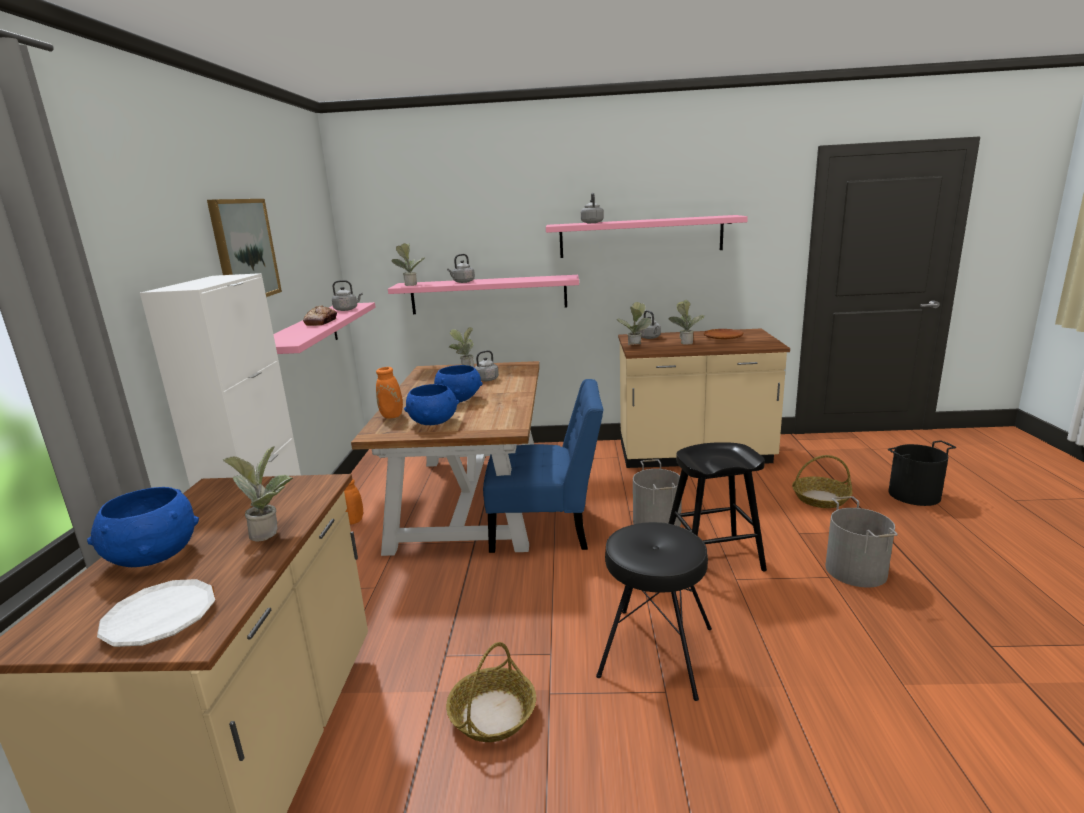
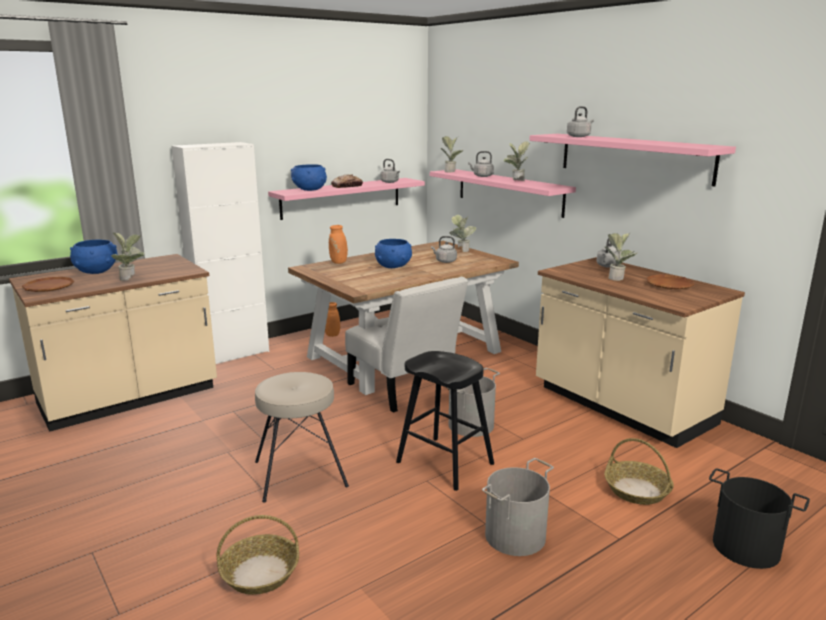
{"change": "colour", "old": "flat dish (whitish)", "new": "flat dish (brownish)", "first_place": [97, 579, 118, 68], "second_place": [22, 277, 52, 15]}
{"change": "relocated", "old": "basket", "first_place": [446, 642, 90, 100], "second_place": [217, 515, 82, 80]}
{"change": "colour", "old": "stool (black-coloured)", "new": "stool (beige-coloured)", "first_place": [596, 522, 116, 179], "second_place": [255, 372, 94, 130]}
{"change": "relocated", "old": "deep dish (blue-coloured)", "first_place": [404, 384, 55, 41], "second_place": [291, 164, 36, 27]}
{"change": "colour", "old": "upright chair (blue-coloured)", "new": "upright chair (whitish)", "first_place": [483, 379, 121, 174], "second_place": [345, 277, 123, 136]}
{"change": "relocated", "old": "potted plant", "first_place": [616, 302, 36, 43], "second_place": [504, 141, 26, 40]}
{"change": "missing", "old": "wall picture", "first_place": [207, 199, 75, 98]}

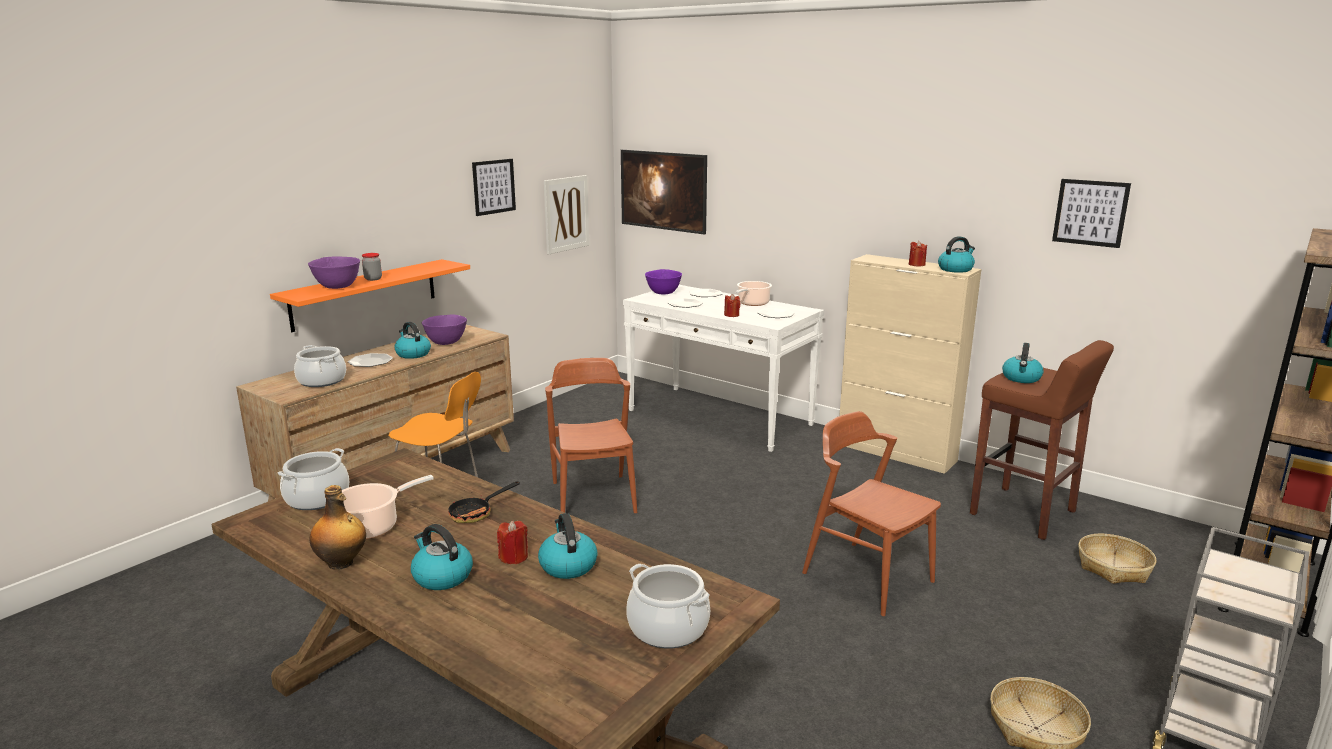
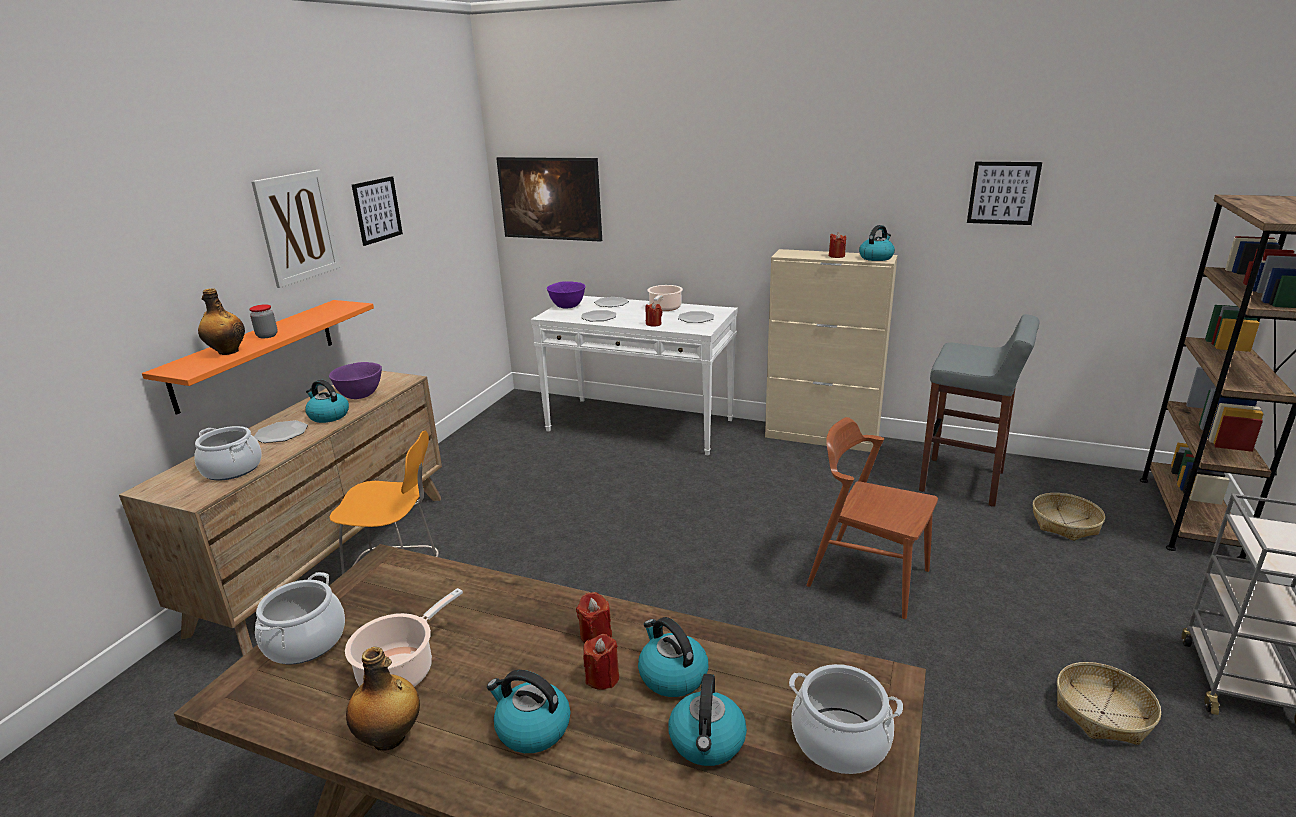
{"change": "exchanged", "old": "deep dish (purple)", "new": "bottle", "first_place": [308, 257, 52, 32], "second_place": [198, 288, 47, 67]}
{"change": "relocated", "old": "wall picture", "first_place": [544, 175, 45, 79], "second_place": [251, 170, 89, 118]}
{"change": "appeared", "new": "wax light (reddish)", "second_place": [576, 592, 36, 51]}
{"change": "relocated", "old": "tea kettle", "first_place": [1002, 343, 42, 40], "second_place": [668, 674, 79, 92]}
{"change": "colour", "old": "stool (brownish)", "new": "stool (gray)", "first_place": [970, 340, 144, 200], "second_place": [919, 314, 121, 193]}
{"change": "missing", "old": "frying pan", "first_place": [448, 481, 72, 42]}
{"change": "missing", "old": "upright chair (brownish)", "first_place": [545, 358, 92, 155]}

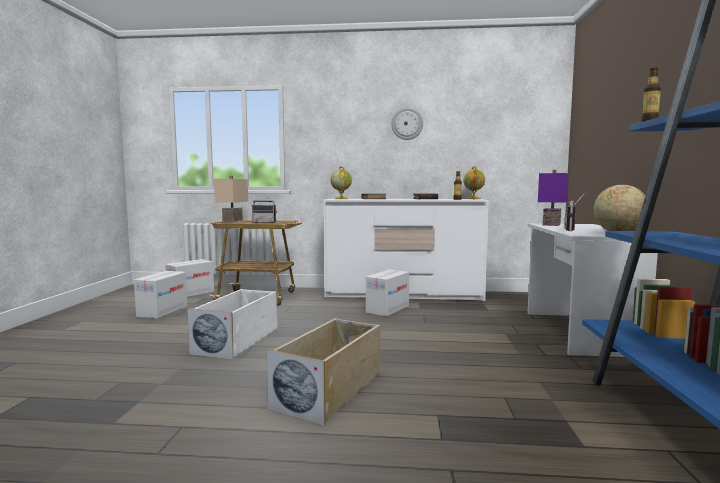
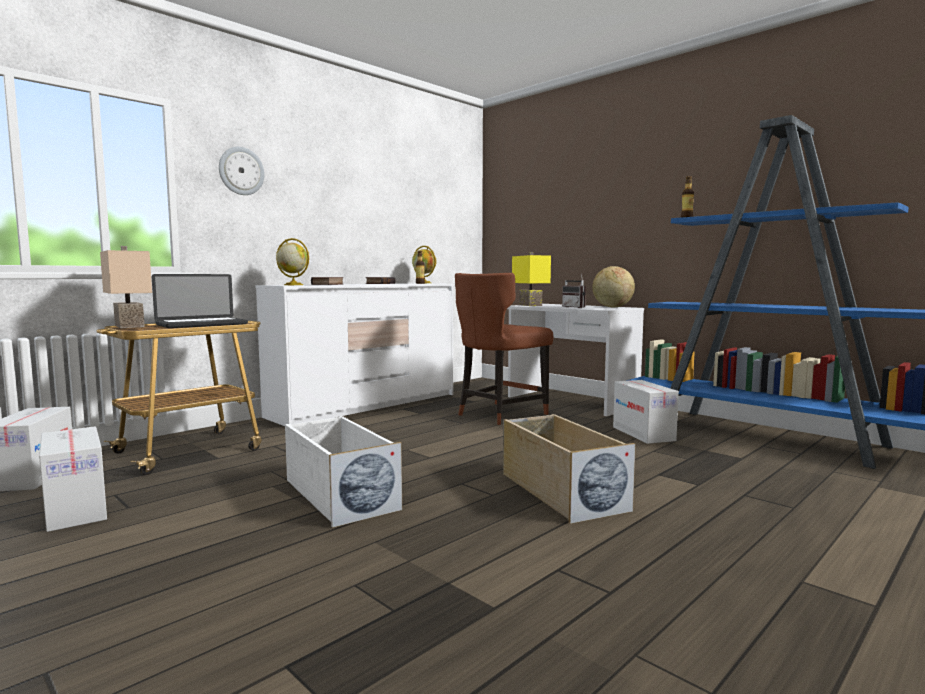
{"change": "exchanged", "old": "radio set", "new": "laptop", "first_place": [252, 195, 25, 28], "second_place": [152, 274, 96, 54]}
{"change": "relocated", "old": "wall clock", "first_place": [391, 107, 32, 33], "second_place": [219, 147, 46, 48]}
{"change": "appeared", "new": "upright chair (brownish)", "second_place": [455, 273, 98, 152]}
{"change": "colour", "old": "table lamp (purple)", "new": "table lamp (yellowish)", "first_place": [538, 170, 31, 56], "second_place": [512, 252, 39, 54]}
{"change": "relocated", "old": "cardboard box", "first_place": [366, 269, 43, 48], "second_place": [613, 380, 66, 64]}

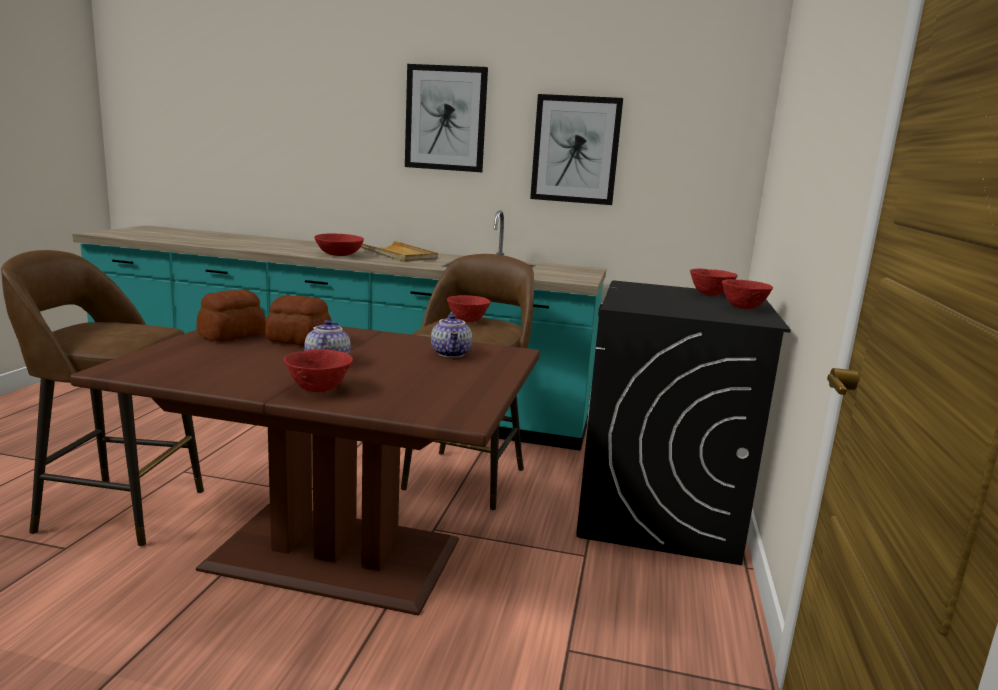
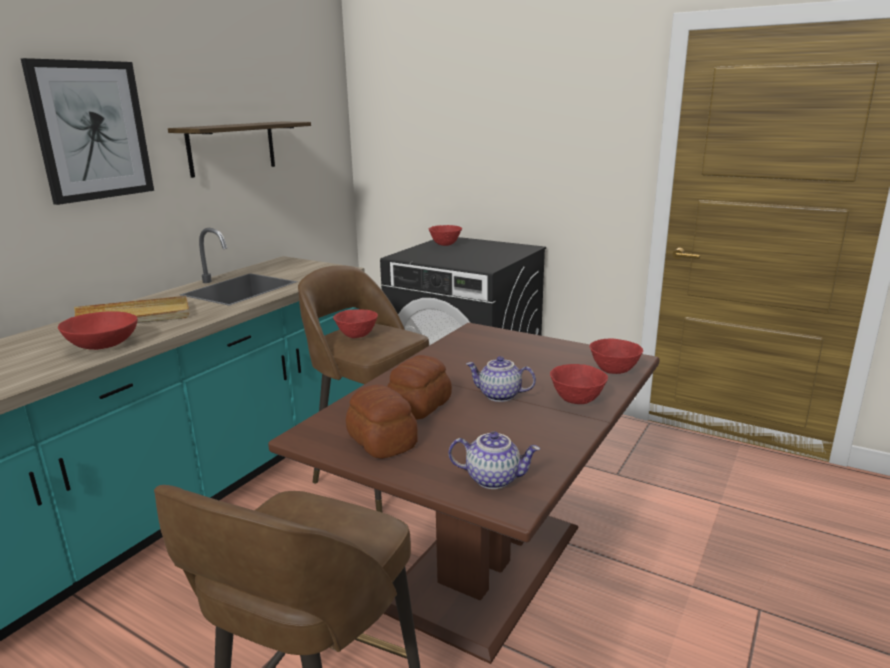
{"change": "exchanged", "old": "wall picture", "new": "wall shelf", "first_place": [530, 94, 93, 111], "second_place": [168, 122, 143, 56]}
{"change": "relocated", "old": "teapot", "first_place": [431, 314, 41, 44], "second_place": [449, 431, 91, 58]}
{"change": "relocated", "old": "deep dish (reddish)", "first_place": [722, 279, 51, 30], "second_place": [589, 338, 54, 36]}

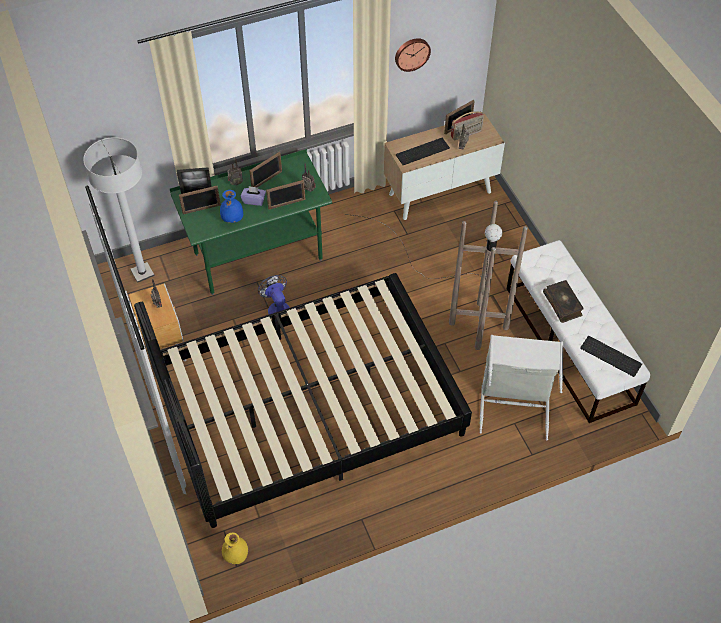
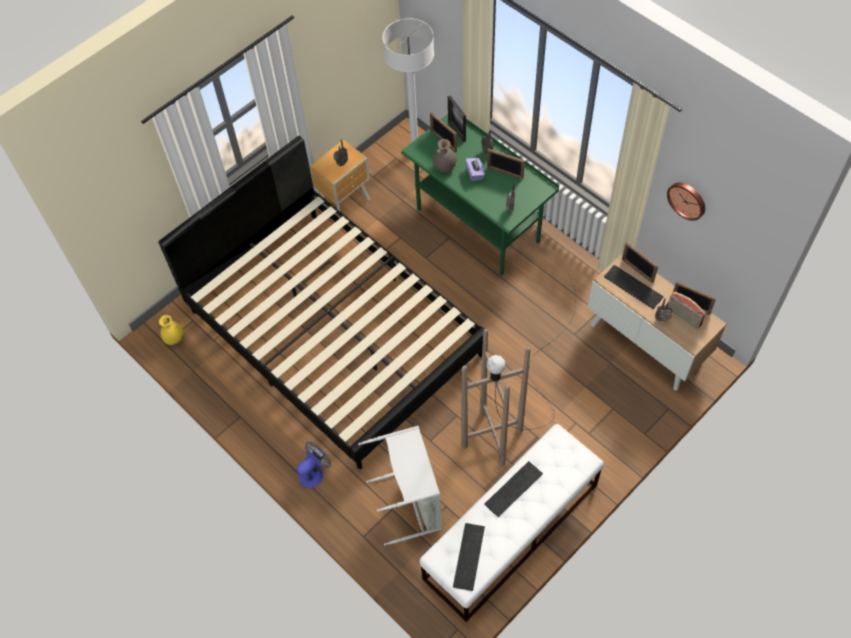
{"change": "relocated", "old": "electric fan", "first_place": [258, 275, 32, 39], "second_place": [297, 442, 34, 46]}
{"change": "colour", "old": "flower vase (blue-coloured)", "new": "flower vase (gray)", "first_place": [220, 190, 23, 33], "second_place": [433, 139, 24, 33]}
{"change": "exchanged", "old": "bound book", "new": "keyboard", "first_place": [543, 280, 41, 43], "second_place": [484, 461, 59, 56]}
{"change": "relocated", "old": "photo frame", "first_place": [266, 180, 39, 30], "second_place": [622, 242, 36, 41]}

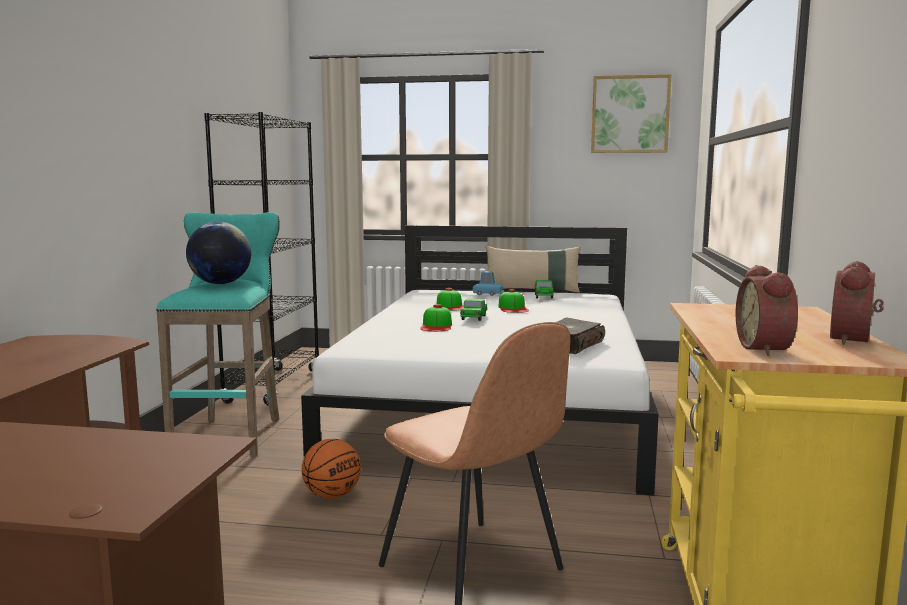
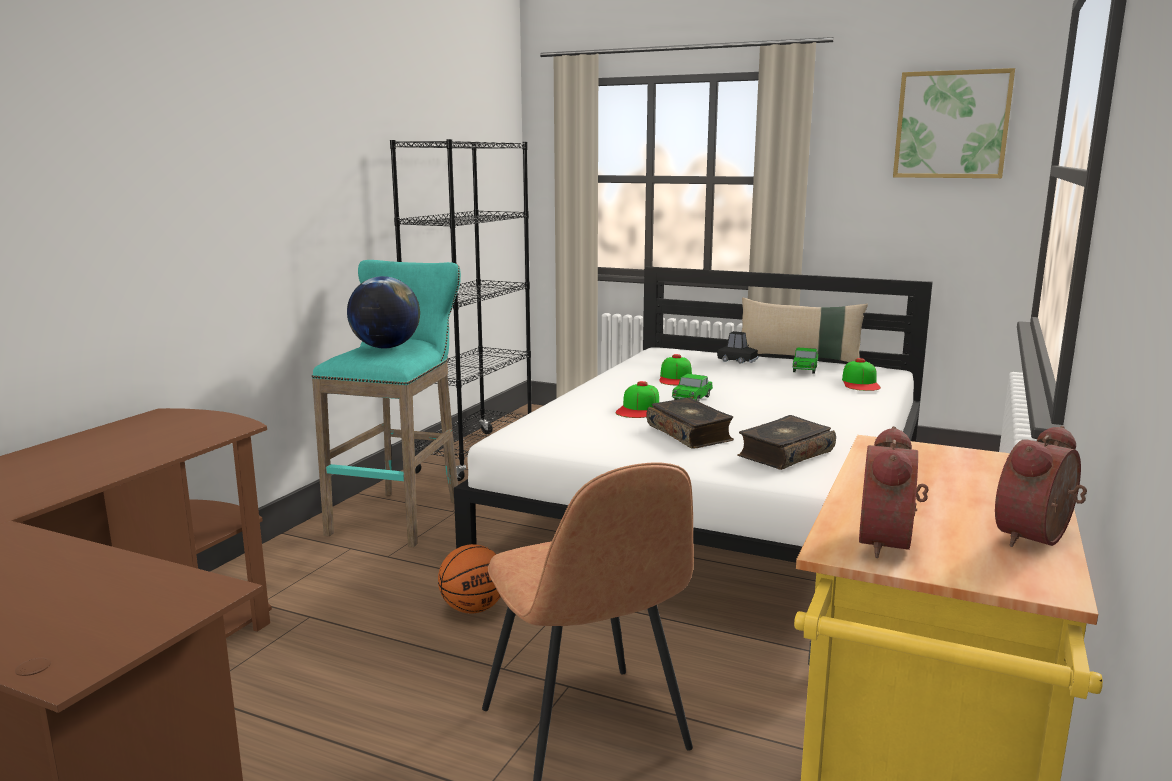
{"change": "appeared", "new": "bound book", "second_place": [646, 397, 88, 52]}
{"change": "colour", "old": "miniature car (blue-coloured)", "new": "miniature car (black-coloured)", "first_place": [473, 271, 31, 25], "second_place": [717, 331, 41, 33]}
{"change": "relocated", "old": "cap", "first_place": [498, 289, 31, 24], "second_place": [842, 358, 39, 33]}

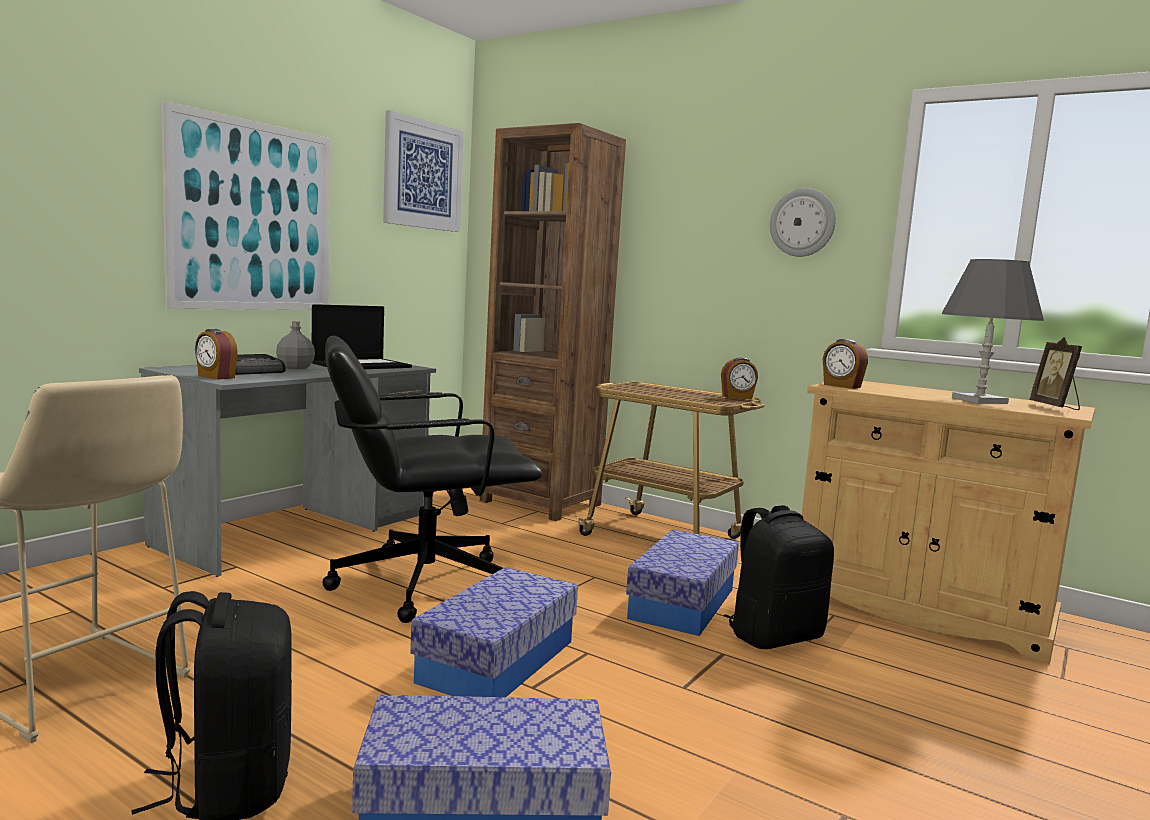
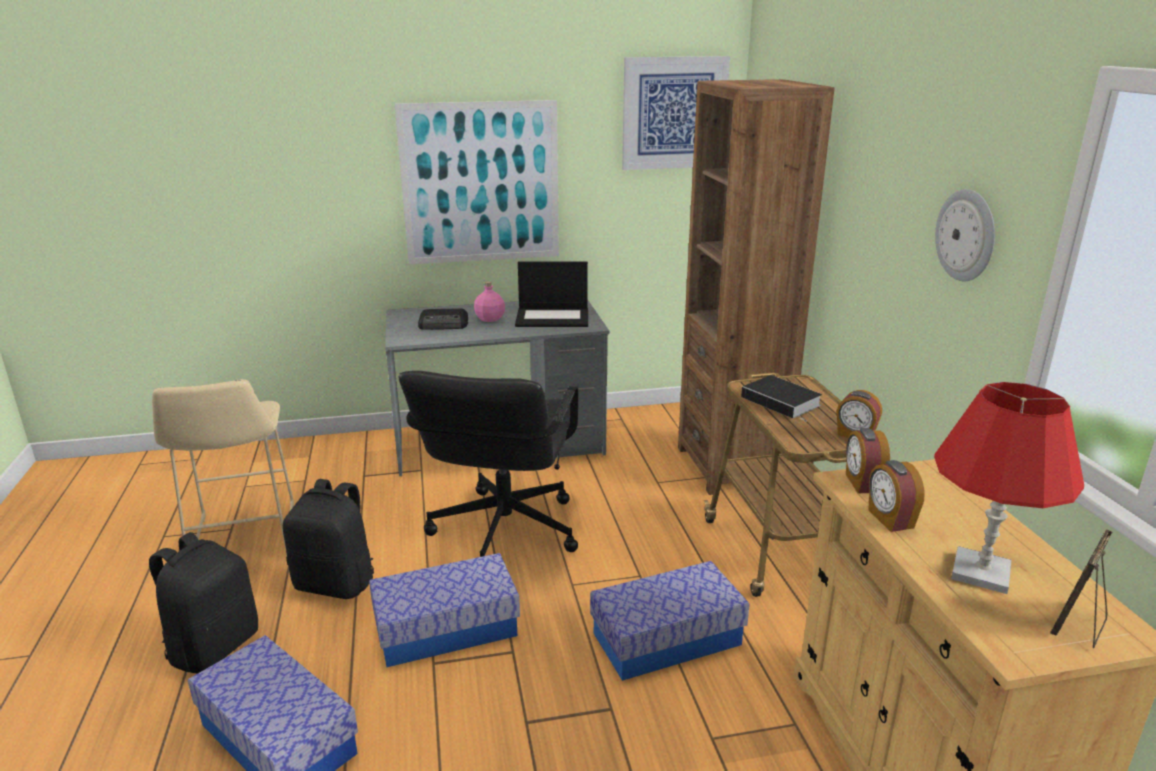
{"change": "relocated", "old": "knapsack (black-coloured)", "first_place": [723, 505, 111, 144], "second_place": [283, 479, 91, 120]}
{"change": "spun", "old": "office chair (black-coloured)", "first_place": [323, 336, 219, 287], "second_place": [399, 371, 179, 186], "degrees": -105}
{"change": "colour", "old": "bottle (gray)", "new": "bottle (pink)", "first_place": [276, 321, 39, 48], "second_place": [474, 281, 31, 41]}
{"change": "appeared", "new": "bound book", "second_place": [741, 375, 81, 47]}
{"change": "relocated", "old": "alarm clock", "first_place": [195, 329, 43, 51], "second_place": [868, 460, 57, 72]}
{"change": "colour", "old": "table lamp (gray)", "new": "table lamp (reddish)", "first_place": [942, 259, 101, 145], "second_place": [934, 382, 150, 212]}

